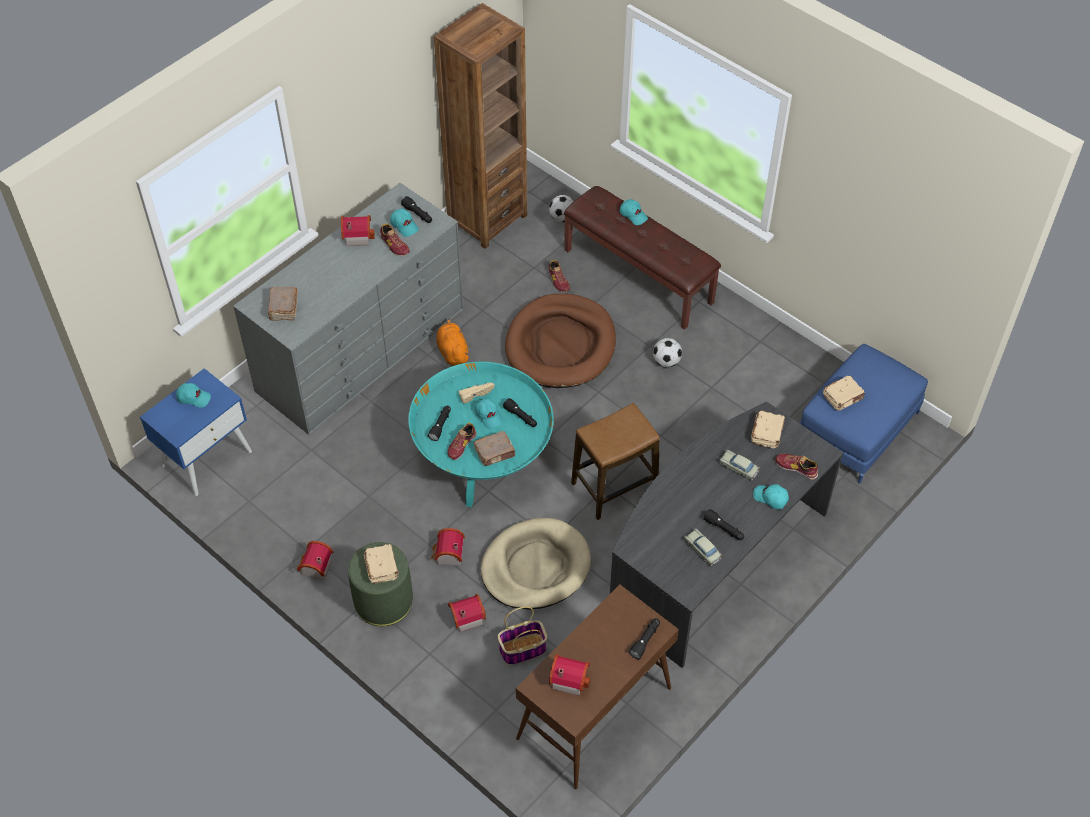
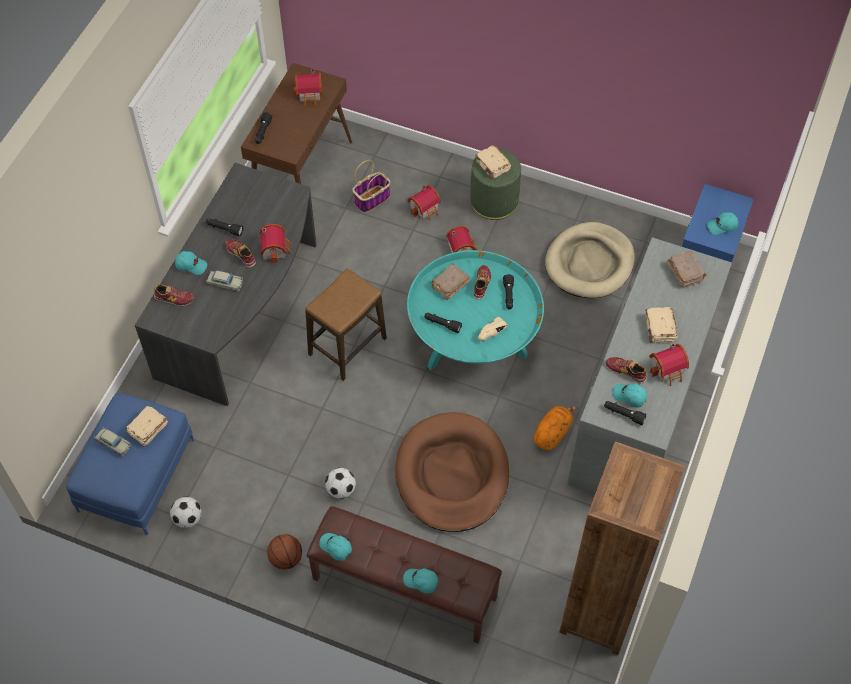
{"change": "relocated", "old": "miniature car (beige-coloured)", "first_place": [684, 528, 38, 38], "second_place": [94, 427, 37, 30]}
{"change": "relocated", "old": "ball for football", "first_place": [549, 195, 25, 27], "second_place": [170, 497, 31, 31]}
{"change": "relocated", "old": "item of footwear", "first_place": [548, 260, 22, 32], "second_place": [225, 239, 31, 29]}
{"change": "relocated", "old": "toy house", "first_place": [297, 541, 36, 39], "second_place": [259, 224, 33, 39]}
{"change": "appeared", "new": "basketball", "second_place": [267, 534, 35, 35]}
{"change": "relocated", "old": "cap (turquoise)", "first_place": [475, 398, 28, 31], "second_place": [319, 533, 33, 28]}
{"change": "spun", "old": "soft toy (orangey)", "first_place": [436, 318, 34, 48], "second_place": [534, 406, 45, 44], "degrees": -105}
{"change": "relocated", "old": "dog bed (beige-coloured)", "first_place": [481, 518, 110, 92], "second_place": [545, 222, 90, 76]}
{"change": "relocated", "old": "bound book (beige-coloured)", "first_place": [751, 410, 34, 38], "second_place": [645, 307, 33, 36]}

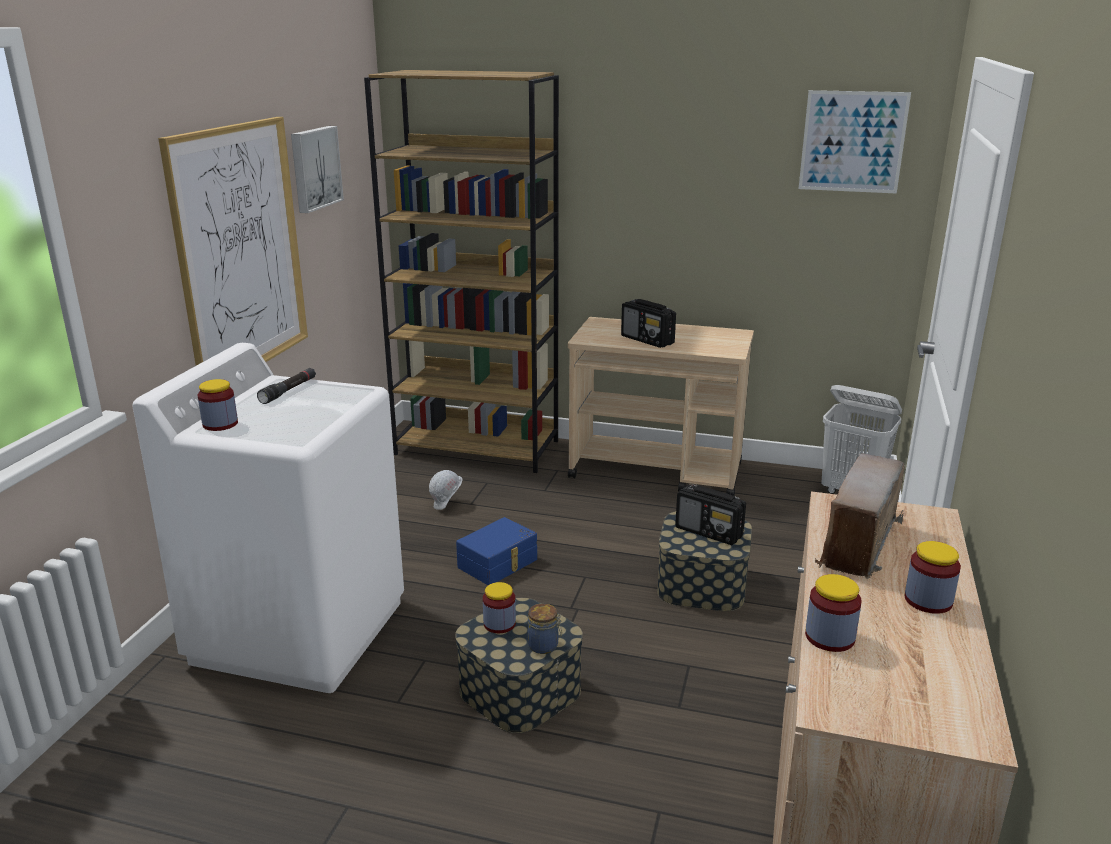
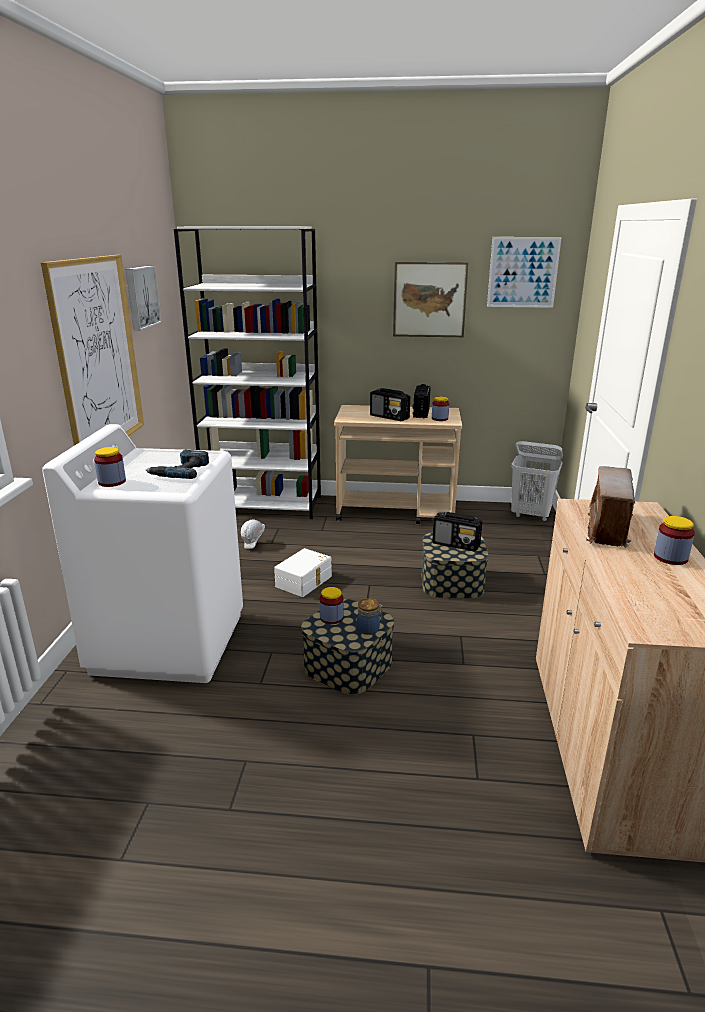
{"change": "appeared", "new": "electric drill", "second_place": [145, 450, 64, 29]}
{"change": "colour", "old": "shelving unit (brownish)", "new": "shelving unit (whitish)", "first_place": [364, 70, 195, 403], "second_place": [174, 226, 147, 293]}
{"change": "colour", "old": "storage container (blue-coloured)", "new": "storage container (whitish)", "first_place": [456, 517, 81, 68], "second_place": [274, 548, 58, 49]}
{"change": "appeared", "new": "wall picture", "second_place": [393, 262, 75, 75]}
{"change": "appeared", "new": "radio set", "second_place": [413, 384, 18, 34]}
{"change": "relocated", "old": "preserve jar", "first_place": [805, 574, 57, 78], "second_place": [432, 397, 17, 24]}
{"change": "missing", "old": "torch (black-coloured)", "first_place": [257, 368, 59, 36]}

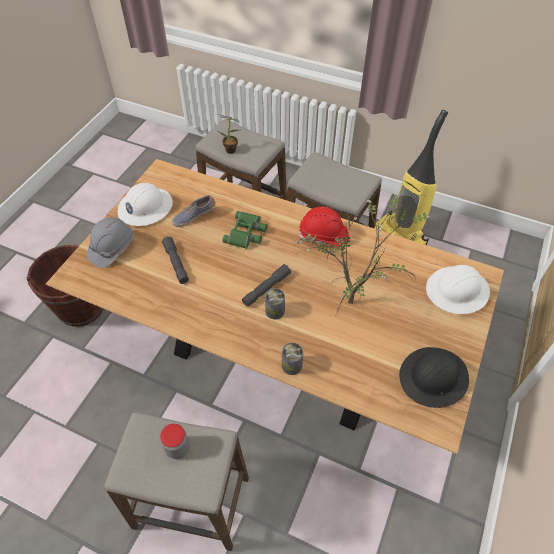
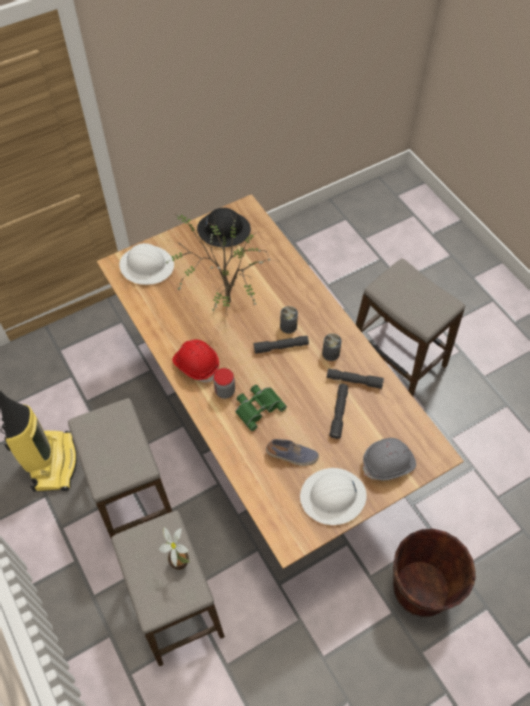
{"change": "relocated", "old": "preserve jar", "first_place": [160, 424, 30, 35], "second_place": [213, 368, 22, 31]}
{"change": "relocated", "old": "sealed can", "first_place": [282, 343, 21, 32], "second_place": [322, 333, 20, 28]}
{"change": "appeared", "new": "torch (gray)", "second_place": [327, 369, 57, 20]}

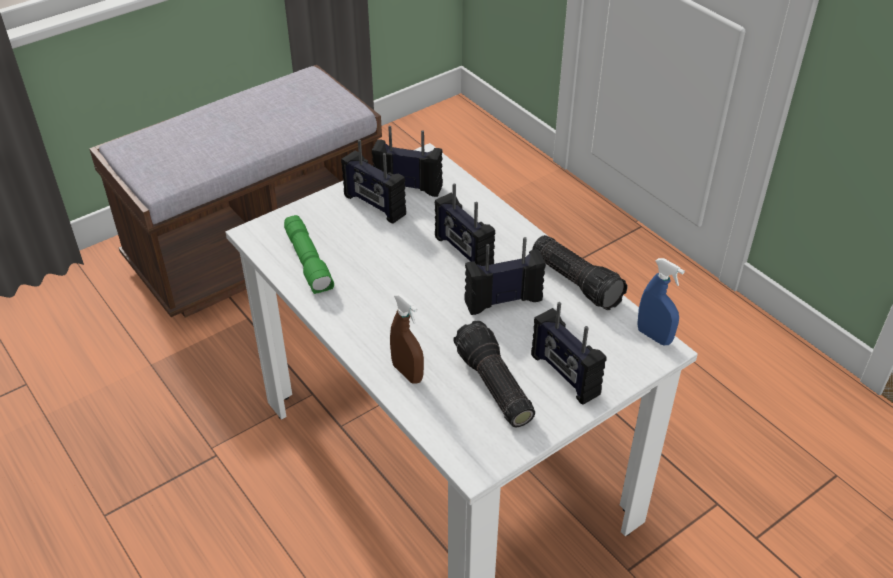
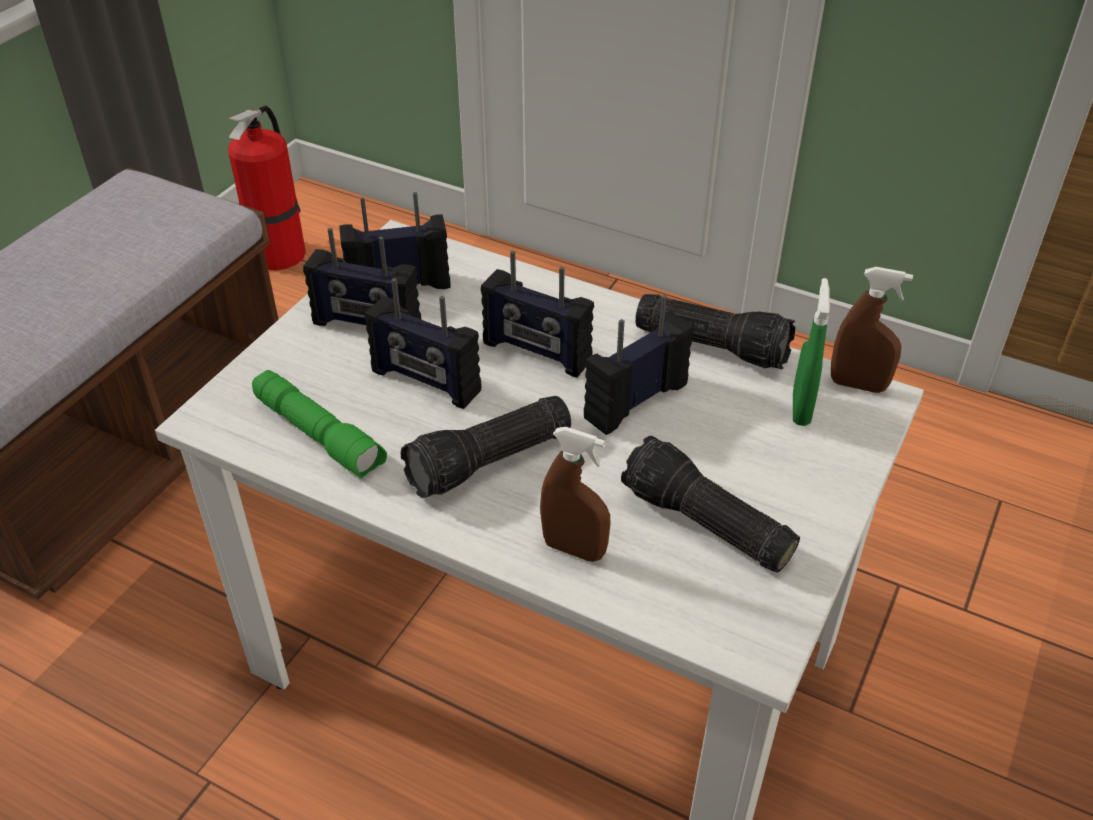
{"change": "appeared", "new": "fire-fighting cylinder", "second_place": [228, 105, 78, 166]}
{"change": "relocated", "old": "radio set", "first_place": [531, 302, 75, 103], "second_place": [364, 278, 117, 131]}
{"change": "appeared", "new": "torch", "second_place": [401, 396, 170, 102]}
{"change": "appeared", "new": "sprayer (green-coloured)", "second_place": [793, 278, 37, 148]}
{"change": "colour", "old": "sprayer (blue-coloured)", "new": "sprayer (brownish)", "first_place": [638, 258, 47, 87], "second_place": [831, 267, 82, 126]}

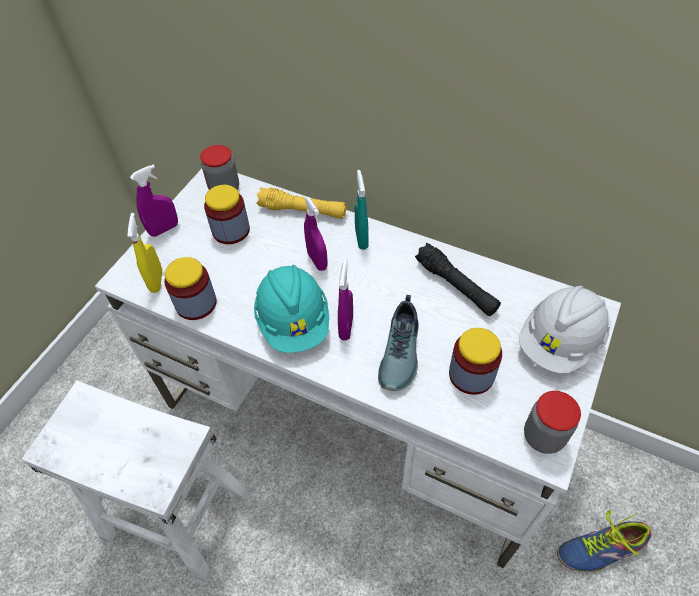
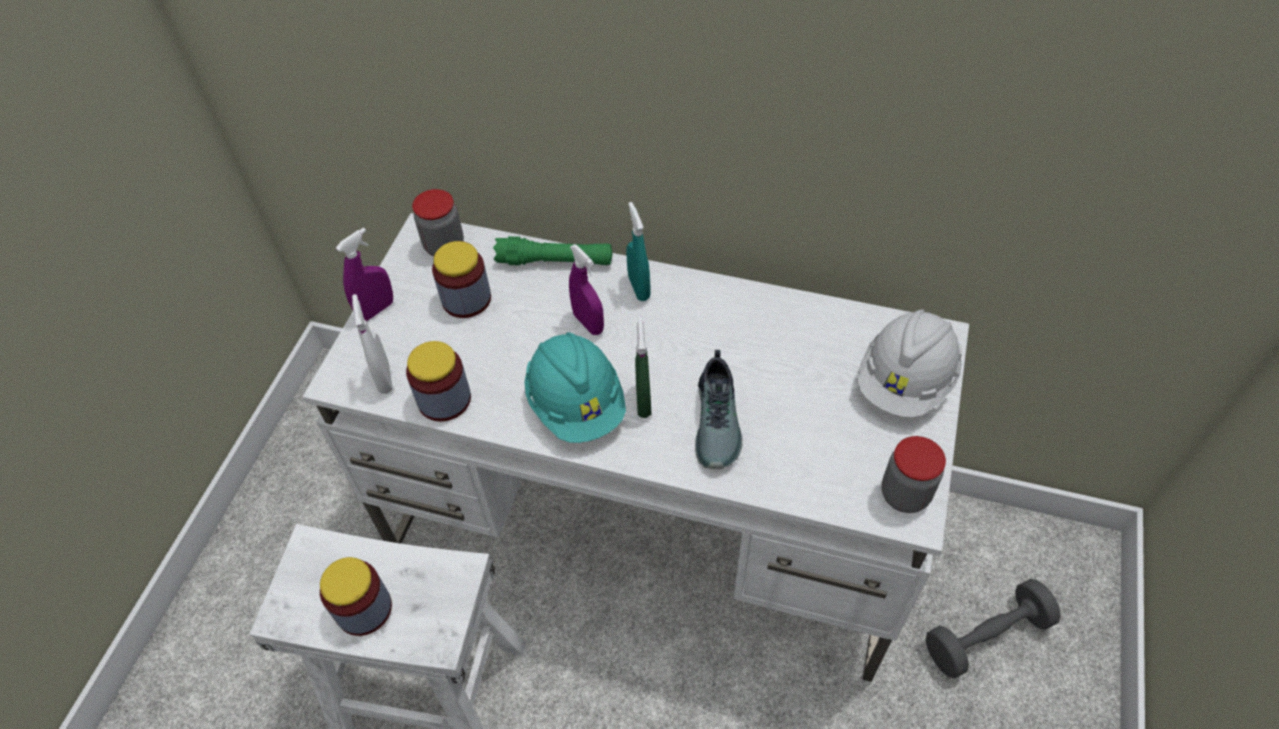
{"change": "relocated", "old": "preserve jar", "first_place": [449, 328, 53, 67], "second_place": [320, 557, 72, 79]}
{"change": "colour", "old": "sprayer (yellowish)", "new": "sprayer (whitish)", "first_place": [128, 213, 34, 80], "second_place": [352, 294, 41, 100]}
{"change": "colour", "old": "torch (yellowish)", "new": "torch (green-coloured)", "first_place": [257, 187, 89, 32], "second_place": [493, 236, 119, 30]}
{"change": "colour", "old": "sprayer (purple)", "new": "sprayer (green-coloured)", "first_place": [338, 259, 15, 82], "second_place": [635, 316, 17, 102]}
{"change": "exchanged", "old": "item of footwear", "new": "free weight (gray)", "first_place": [557, 510, 94, 62], "second_place": [926, 579, 135, 100]}
{"change": "missing", "old": "torch (black-coloured)", "first_place": [415, 243, 86, 73]}

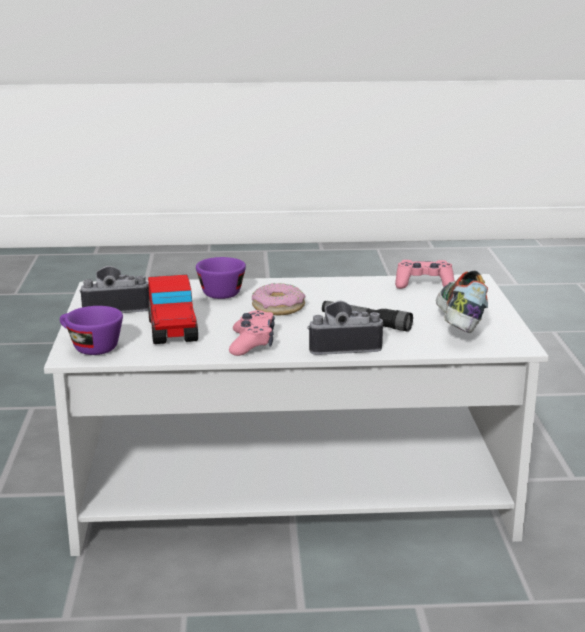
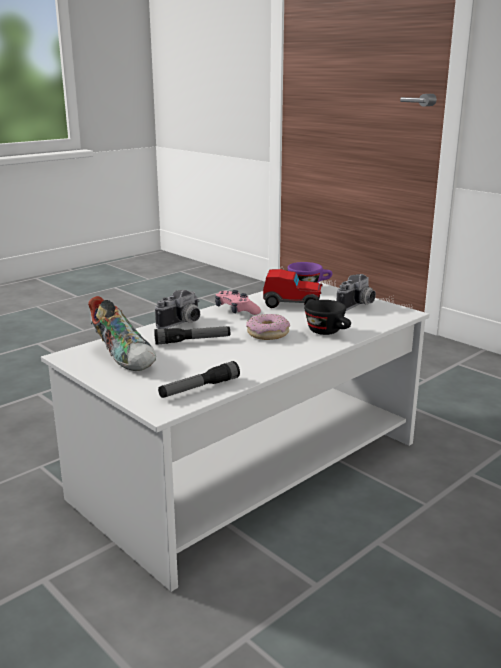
{"change": "exchanged", "old": "gamepad (pink)", "new": "torch", "first_place": [395, 260, 60, 29], "second_place": [158, 361, 82, 37]}
{"change": "spun", "old": "miniature car", "first_place": [148, 275, 50, 69], "second_place": [263, 269, 60, 39], "degrees": 150}
{"change": "colour", "old": "small cup (purple)", "new": "small cup (black-coloured)", "first_place": [196, 257, 50, 42], "second_place": [304, 300, 47, 35]}

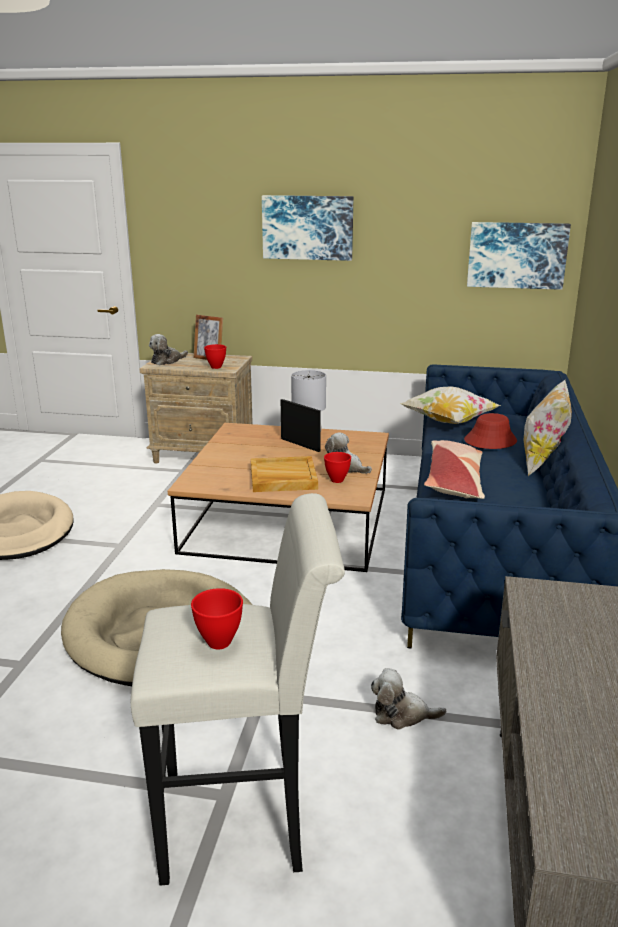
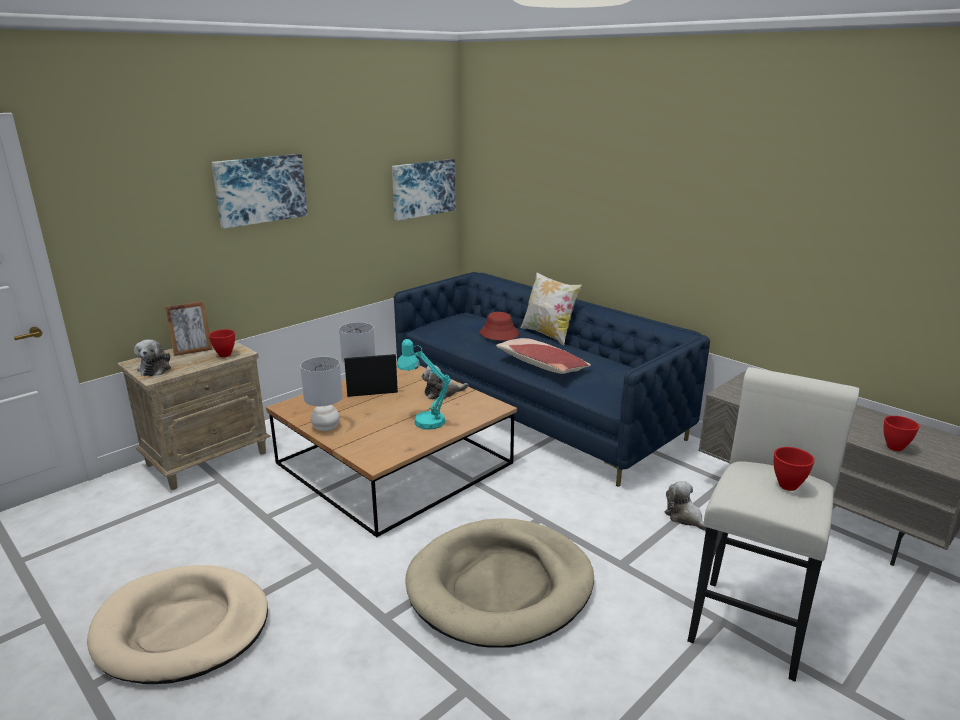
{"change": "appeared", "new": "table lamp (gray)", "second_place": [300, 356, 43, 75]}
{"change": "exchanged", "old": "tray (beige-coloured)", "new": "table lamp (turquoise)", "first_place": [251, 456, 67, 36], "second_place": [396, 339, 55, 91]}
{"change": "spun", "old": "soft toy", "first_place": [371, 668, 75, 62], "second_place": [665, 481, 41, 50], "degrees": 105}
{"change": "relocated", "old": "deep dish (reddish)", "first_place": [324, 452, 27, 31], "second_place": [883, 416, 36, 35]}
{"change": "missing", "old": "throw pillow", "first_place": [400, 386, 101, 38]}

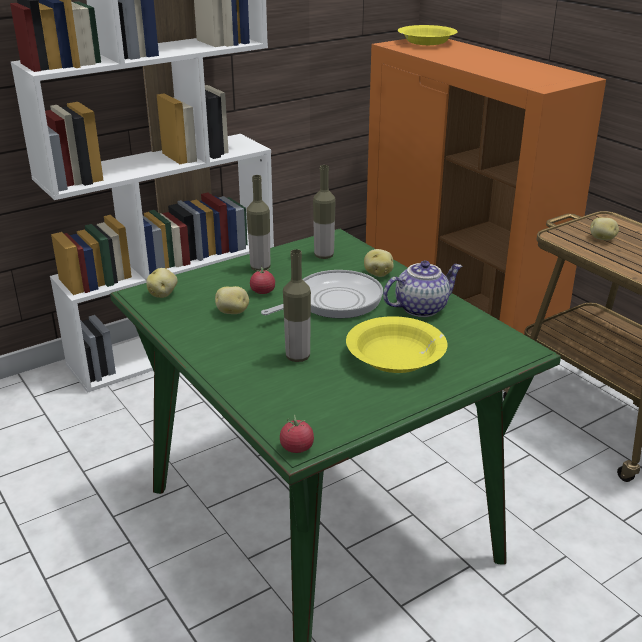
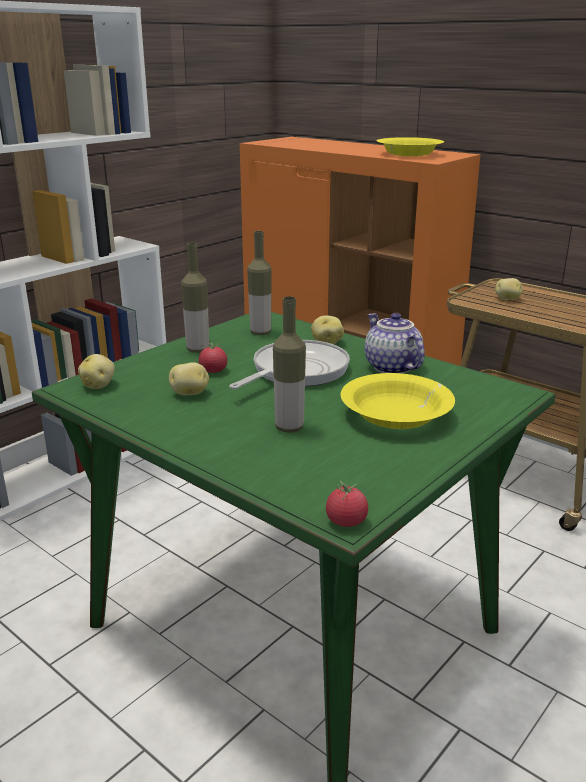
{"change": "spun", "old": "teapot", "first_place": [383, 261, 80, 56], "second_place": [365, 313, 60, 61], "degrees": -75}
{"change": "relocated", "old": "deep dish (yellowish)", "first_place": [398, 25, 60, 20], "second_place": [377, 137, 67, 19]}

